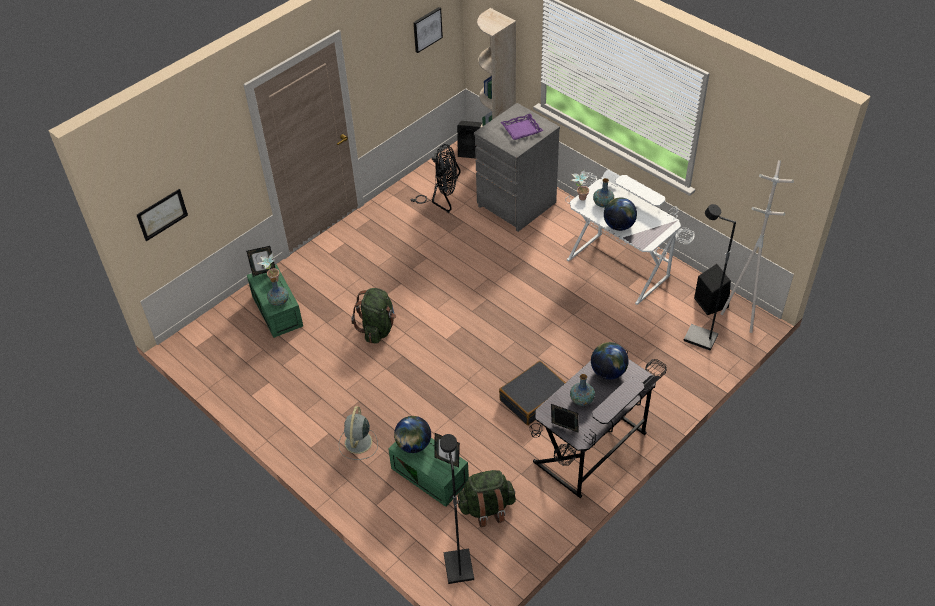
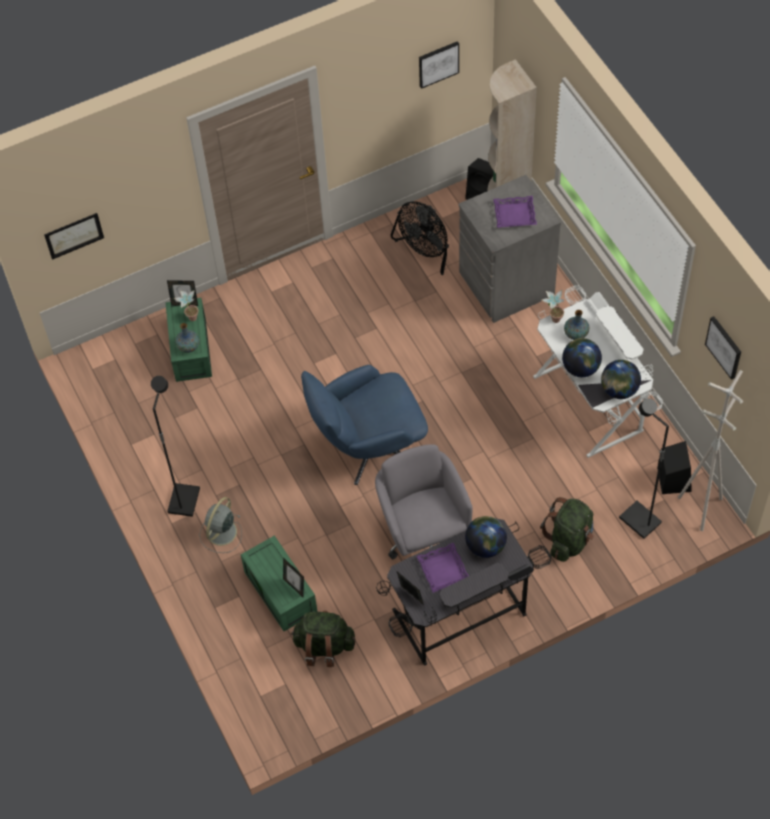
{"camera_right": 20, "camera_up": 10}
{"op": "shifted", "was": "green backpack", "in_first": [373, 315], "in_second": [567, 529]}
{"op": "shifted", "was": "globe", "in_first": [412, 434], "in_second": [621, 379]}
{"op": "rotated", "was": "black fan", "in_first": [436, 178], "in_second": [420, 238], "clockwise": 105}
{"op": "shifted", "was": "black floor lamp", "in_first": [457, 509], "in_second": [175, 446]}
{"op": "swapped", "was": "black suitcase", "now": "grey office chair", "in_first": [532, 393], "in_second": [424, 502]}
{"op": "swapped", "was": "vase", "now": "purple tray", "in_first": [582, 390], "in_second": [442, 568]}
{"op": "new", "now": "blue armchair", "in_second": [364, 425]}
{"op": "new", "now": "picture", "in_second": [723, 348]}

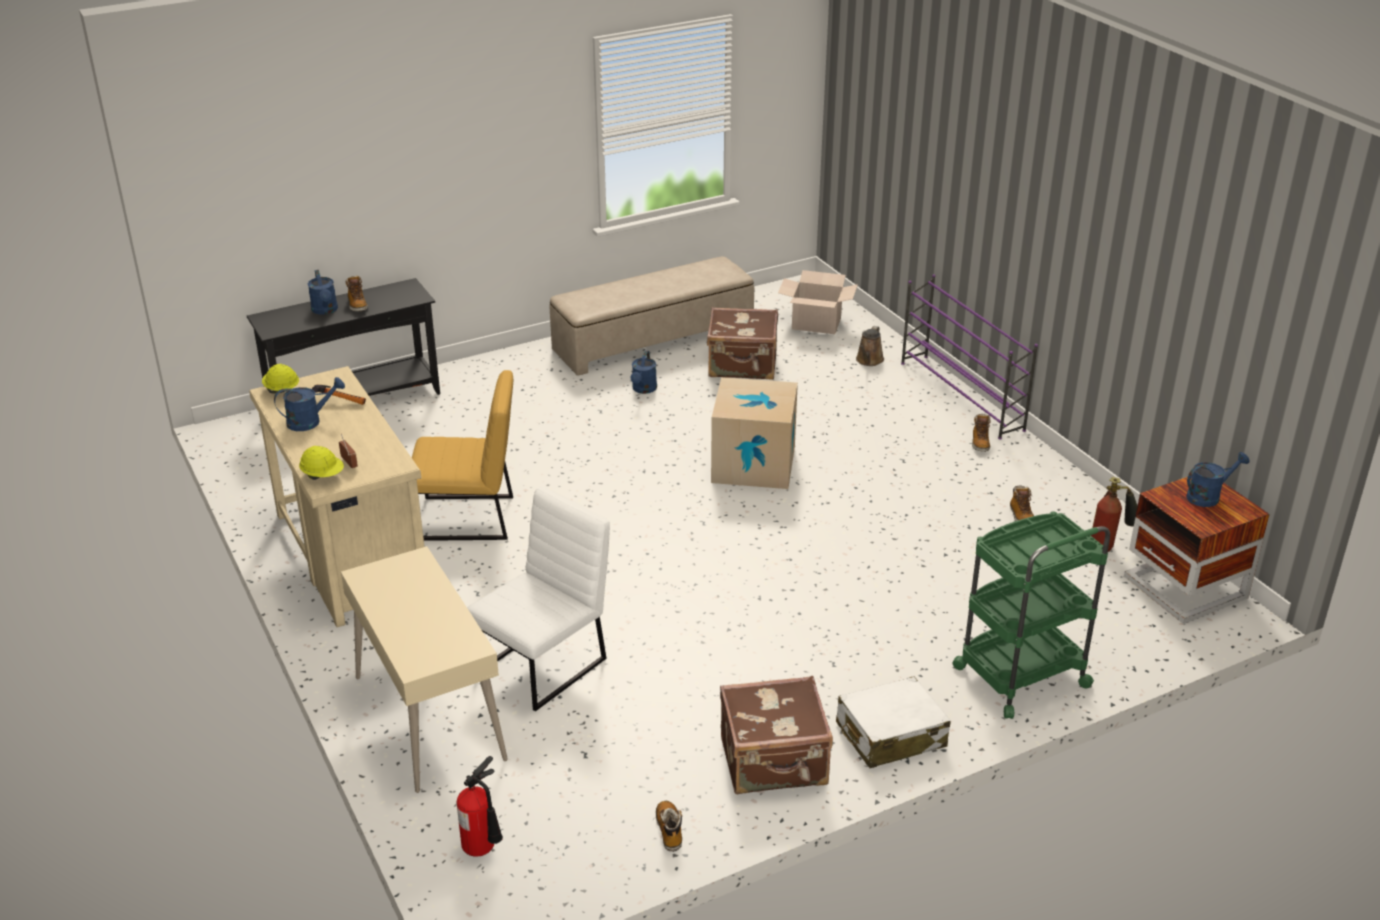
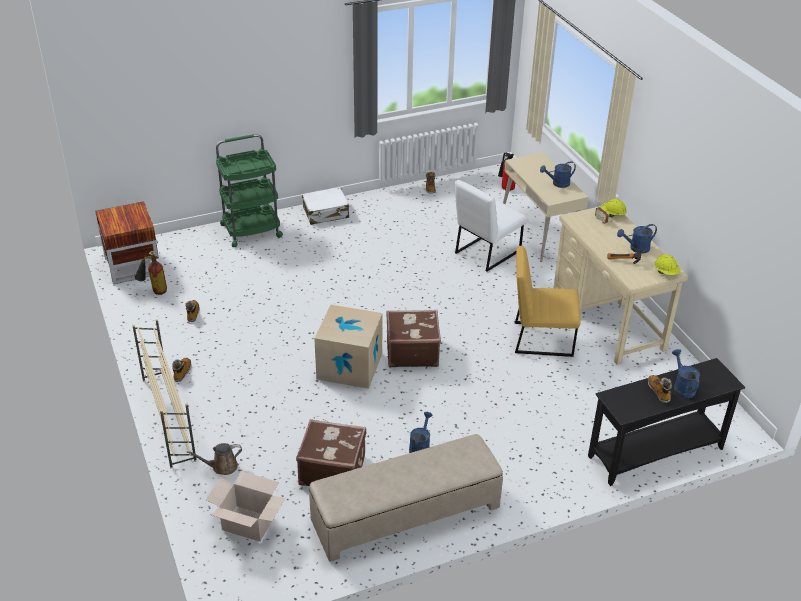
{"camera_right": -175, "camera_up": 5}
{"op": "shifted", "was": "brown suitcase", "in_first": [776, 735], "in_second": [413, 339]}
{"op": "rotated", "was": "brown watering can", "in_first": [870, 346], "in_second": [214, 459], "clockwise": -135}
{"op": "repainted", "was": "purple shoe rack", "now": "beige shoe rack", "in_first": [969, 357], "in_second": [164, 394]}
{"op": "shifted", "was": "blue watering can", "in_first": [1217, 479], "in_second": [558, 174]}

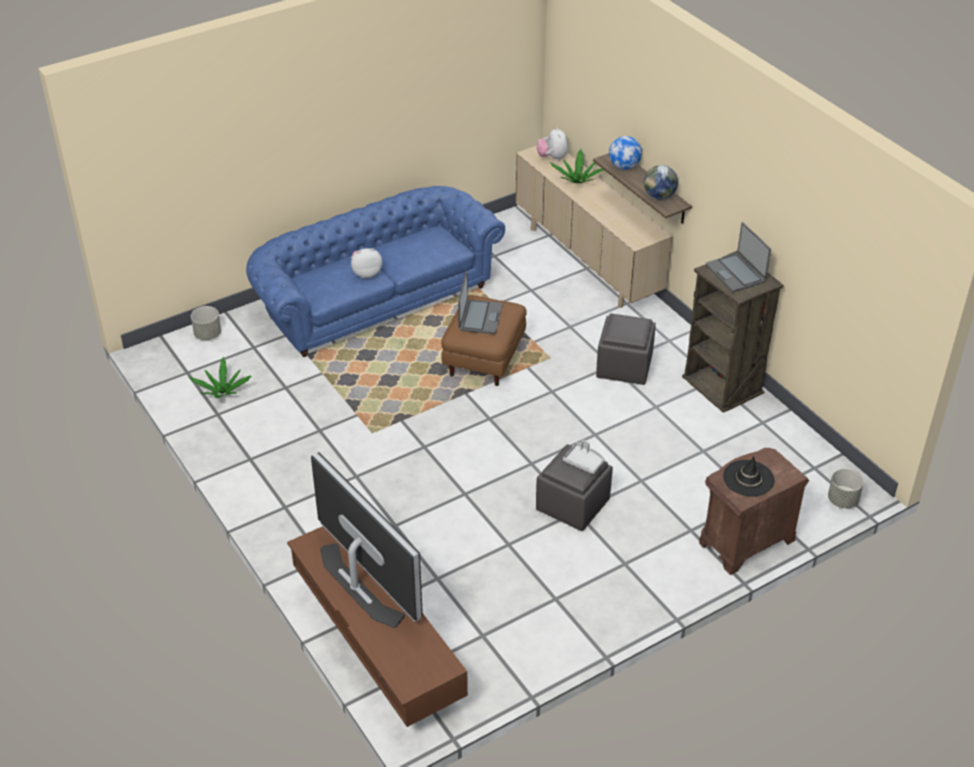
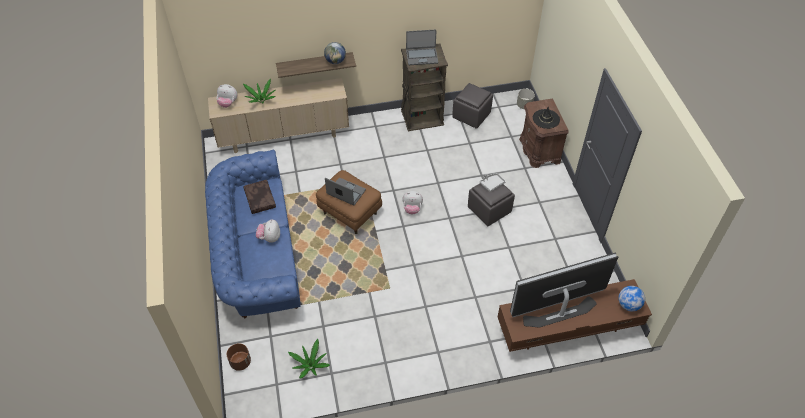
{"camera_right": -70, "camera_up": 10}
{"op": "repainted", "was": "grey planter", "now": "brown planter", "in_first": [206, 323], "in_second": [239, 357]}
{"op": "shifted", "was": "grey ottoman", "in_first": [626, 349], "in_second": [472, 106]}
{"op": "shifted", "was": "globe", "in_first": [625, 153], "in_second": [632, 298]}
{"op": "new", "now": "brown pillow", "in_second": [259, 197]}
{"op": "new", "now": "plush toy", "in_second": [412, 202]}

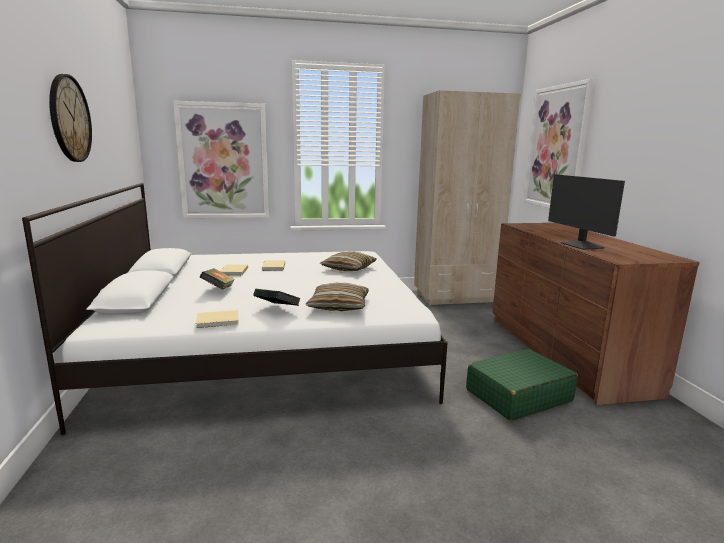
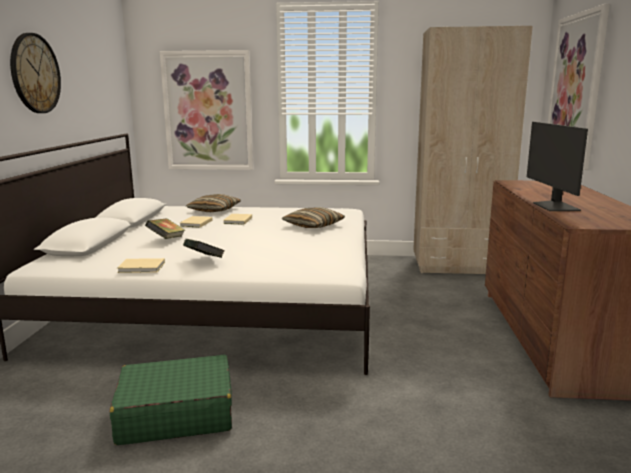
{"camera_right": 15, "camera_up": 0}
{"op": "shifted", "was": "pillow", "in_first": [337, 297], "in_second": [213, 203]}
{"op": "shifted", "was": "green suitcase", "in_first": [522, 385], "in_second": [171, 400]}

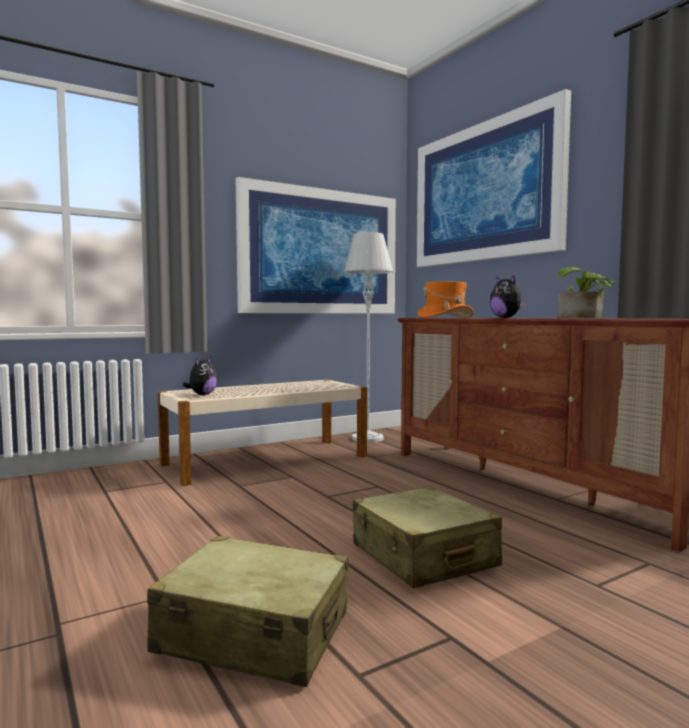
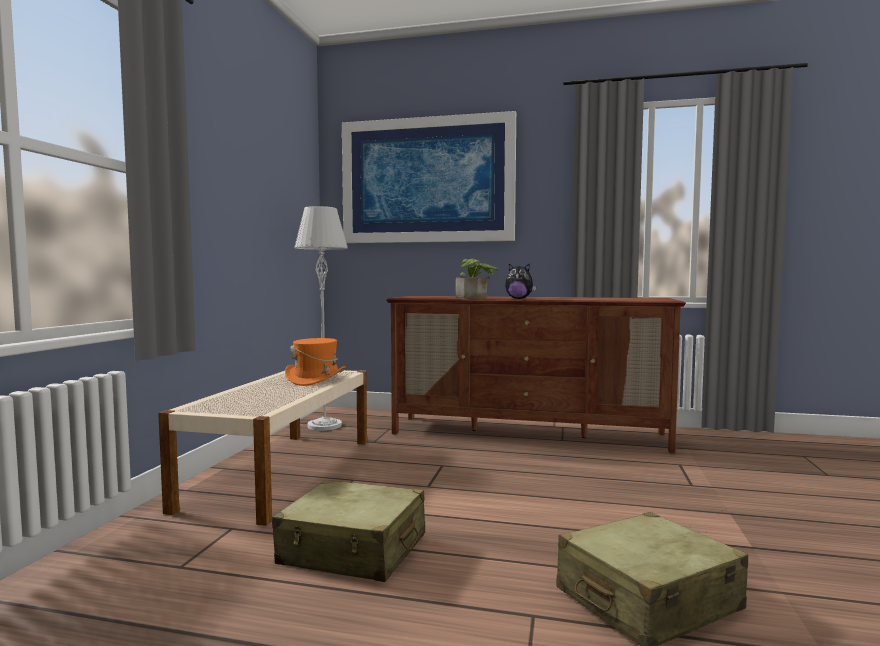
{"camera_right": -45, "camera_up": 0}
{"op": "gone", "was": "plush toy", "in_first": [200, 376]}
{"op": "gone", "was": "picture", "in_first": [316, 245]}
{"op": "shifted", "was": "beige suitcase", "in_first": [427, 537], "in_second": [348, 531]}
{"op": "shifted", "was": "orange hat", "in_first": [446, 300], "in_second": [315, 362]}
{"op": "shifted", "was": "potted plant", "in_first": [586, 292], "in_second": [477, 279]}

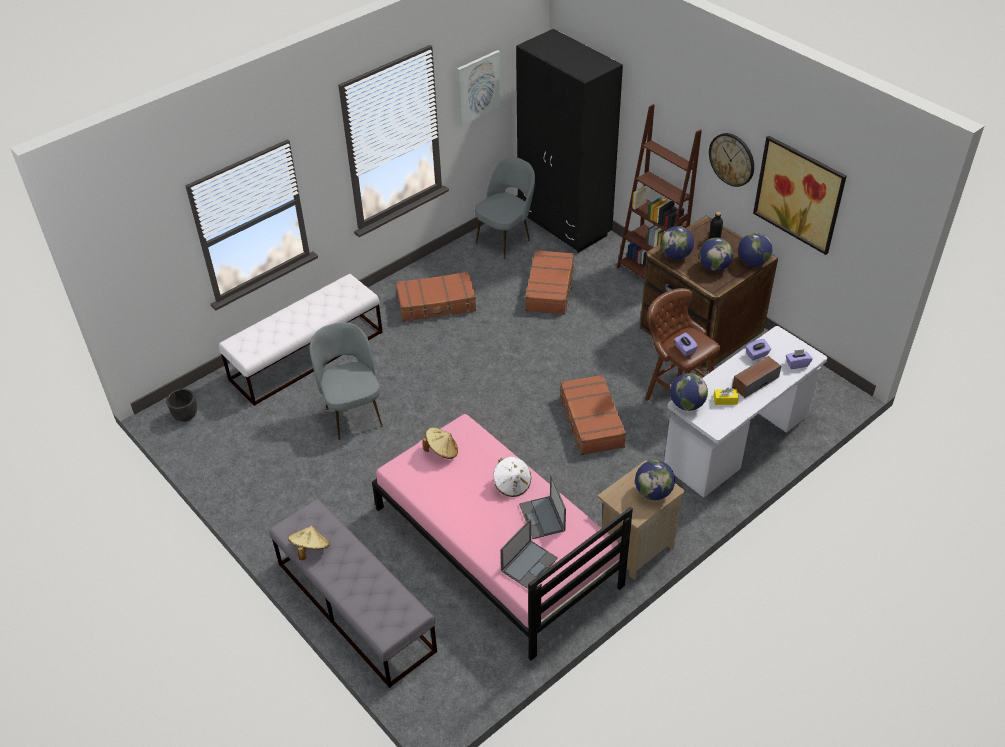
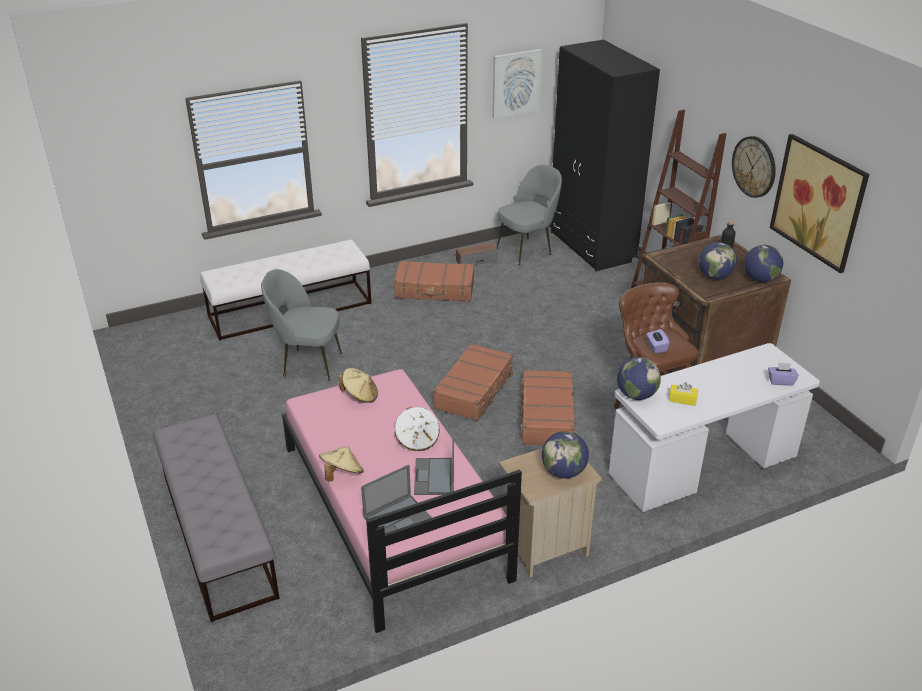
{"camera_right": 15, "camera_up": -10}
{"op": "gone", "was": "black planter", "in_first": [181, 405]}
{"op": "shifted", "was": "beige hat", "in_first": [309, 543], "in_second": [341, 463]}
{"op": "rotated", "was": "grey chair", "in_first": [346, 381], "in_second": [301, 325], "clockwise": -75}
{"op": "shifted", "was": "brown suitcase", "in_first": [550, 282], "in_second": [473, 382]}
{"op": "gone", "was": "globe", "in_first": [677, 243]}
{"op": "shifted", "was": "speaker", "in_first": [756, 377], "in_second": [476, 254]}
{"op": "gone", "was": "purple tissue box", "in_first": [758, 349]}

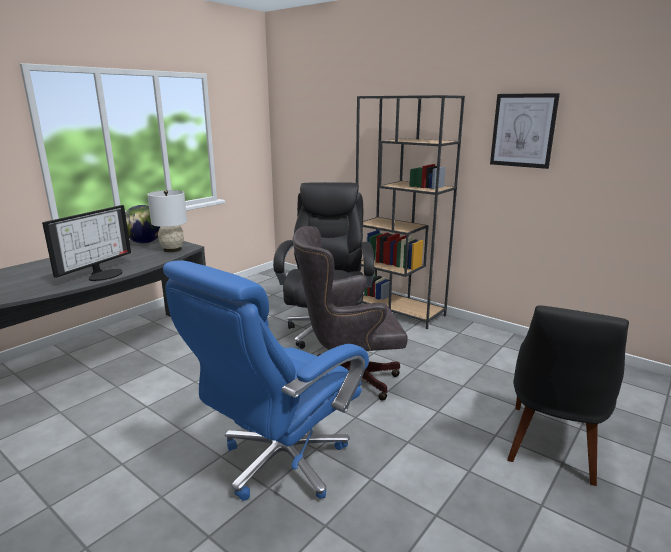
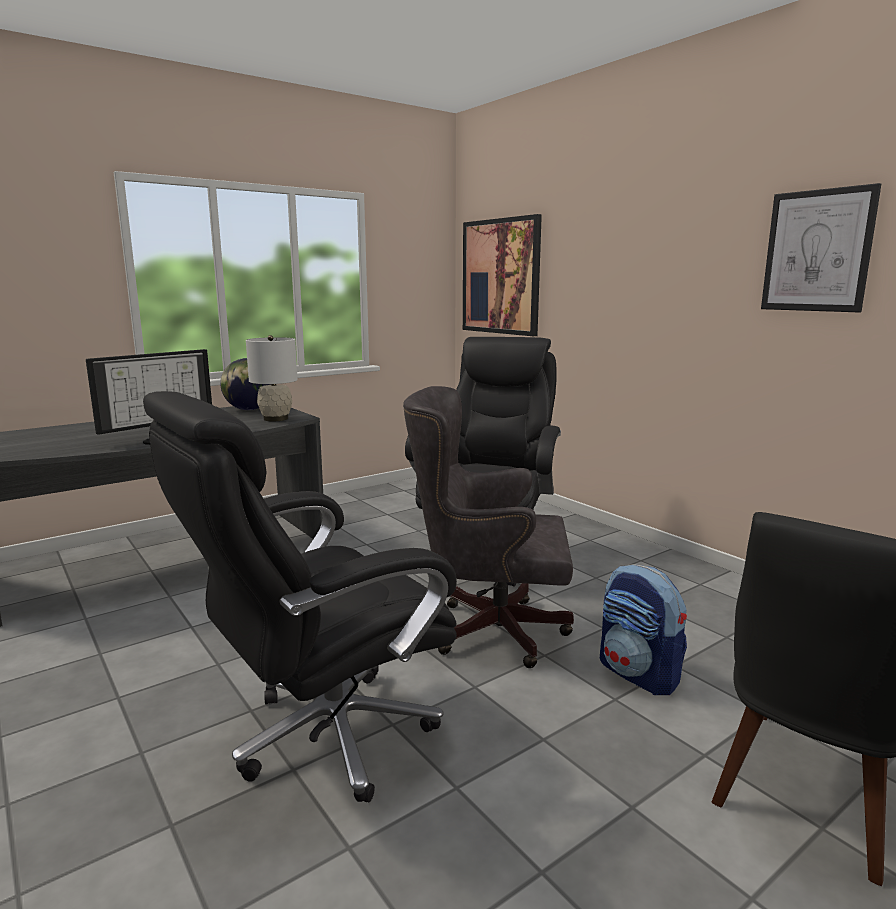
{"camera_right": 15, "camera_up": -5}
{"op": "repainted", "was": "blue office chair", "now": "black office chair", "in_first": [266, 380], "in_second": [300, 596]}
{"op": "gone", "was": "bookcase", "in_first": [410, 212]}
{"op": "new", "now": "picture", "in_second": [502, 275]}
{"op": "new", "now": "backpack", "in_second": [643, 629]}

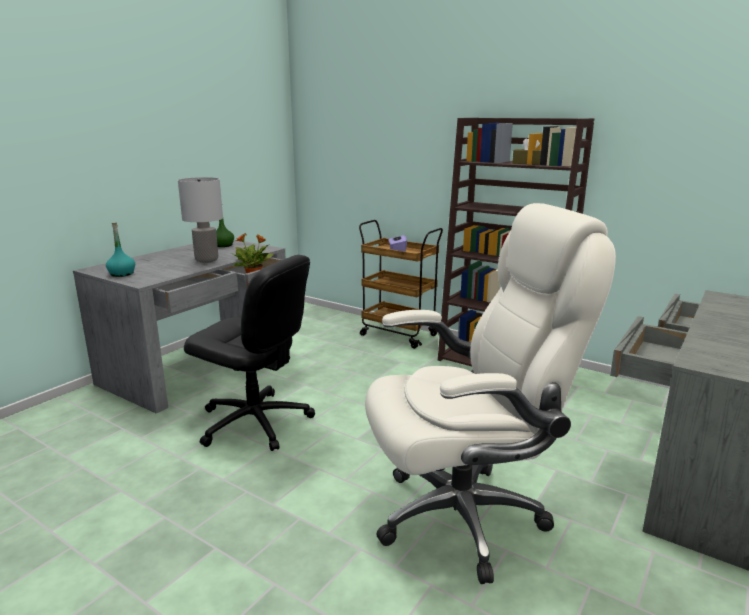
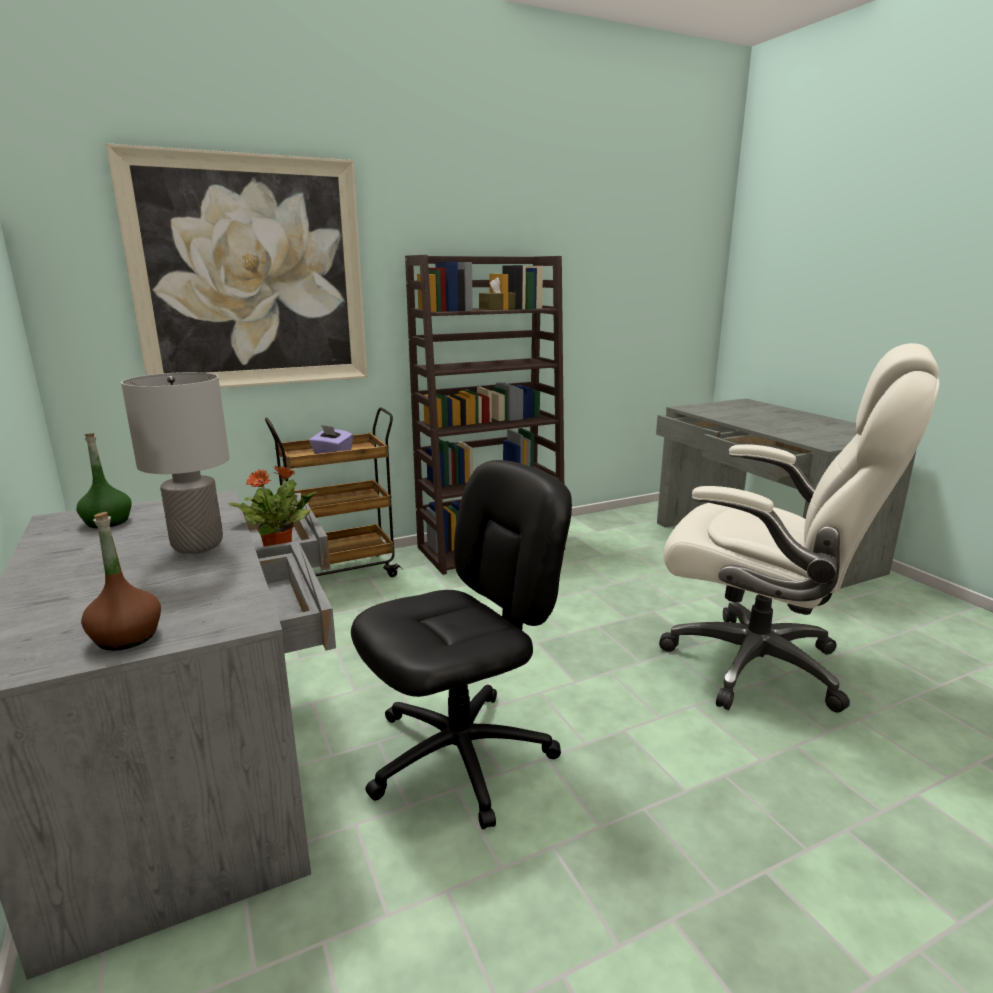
{"camera_right": -60, "camera_up": 0}
{"op": "repainted", "was": "turquoise bottle", "now": "brown bottle", "in_first": [120, 250], "in_second": [121, 581]}
{"op": "rotated", "was": "white office chair", "in_first": [490, 393], "in_second": [799, 528], "clockwise": 105}
{"op": "new", "now": "picture", "in_second": [237, 265]}

